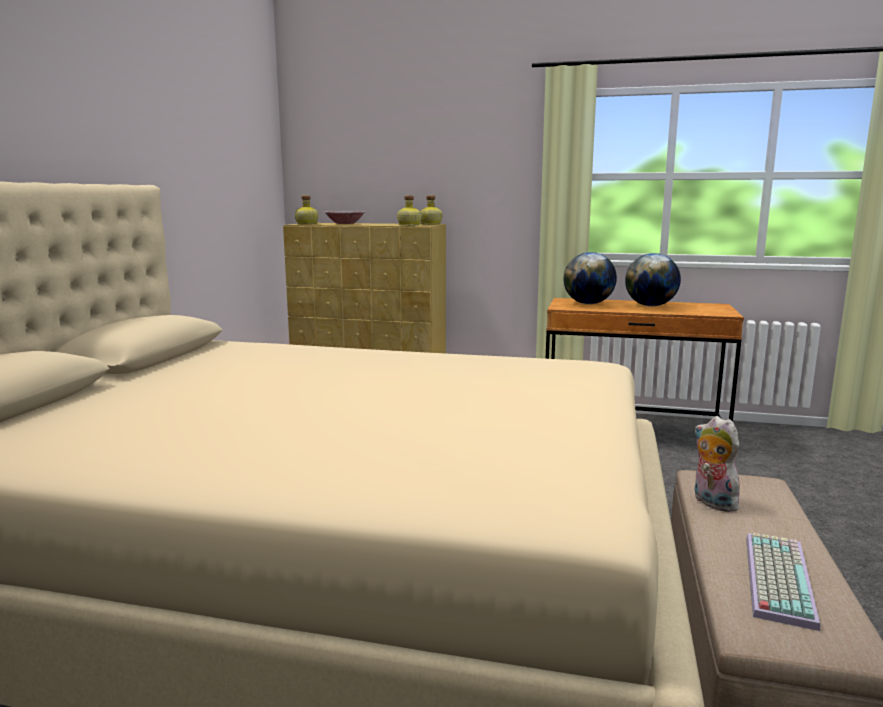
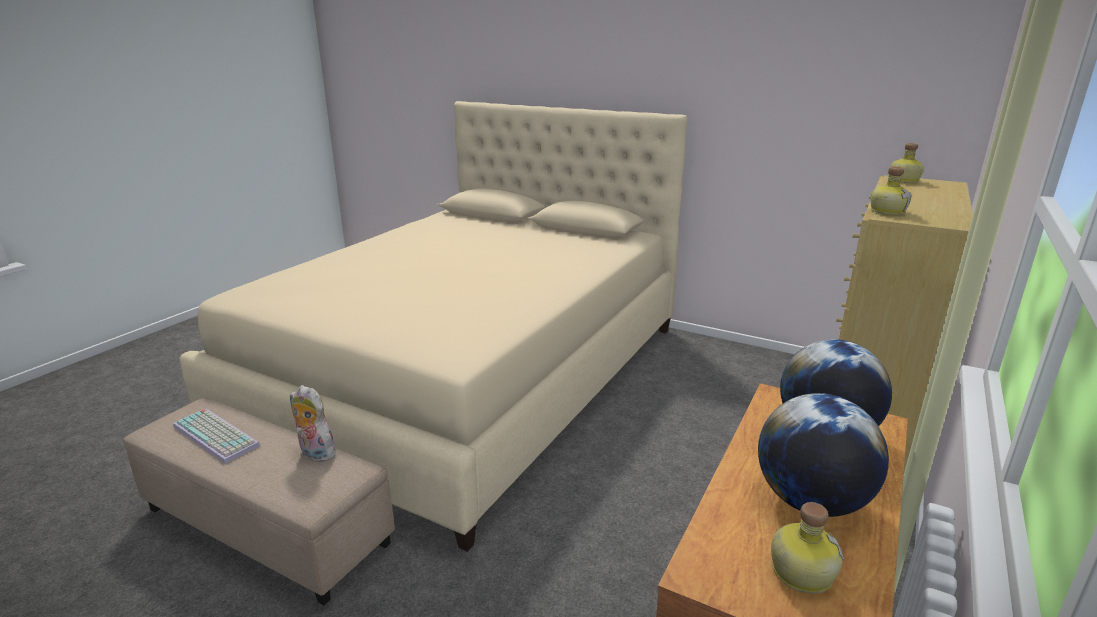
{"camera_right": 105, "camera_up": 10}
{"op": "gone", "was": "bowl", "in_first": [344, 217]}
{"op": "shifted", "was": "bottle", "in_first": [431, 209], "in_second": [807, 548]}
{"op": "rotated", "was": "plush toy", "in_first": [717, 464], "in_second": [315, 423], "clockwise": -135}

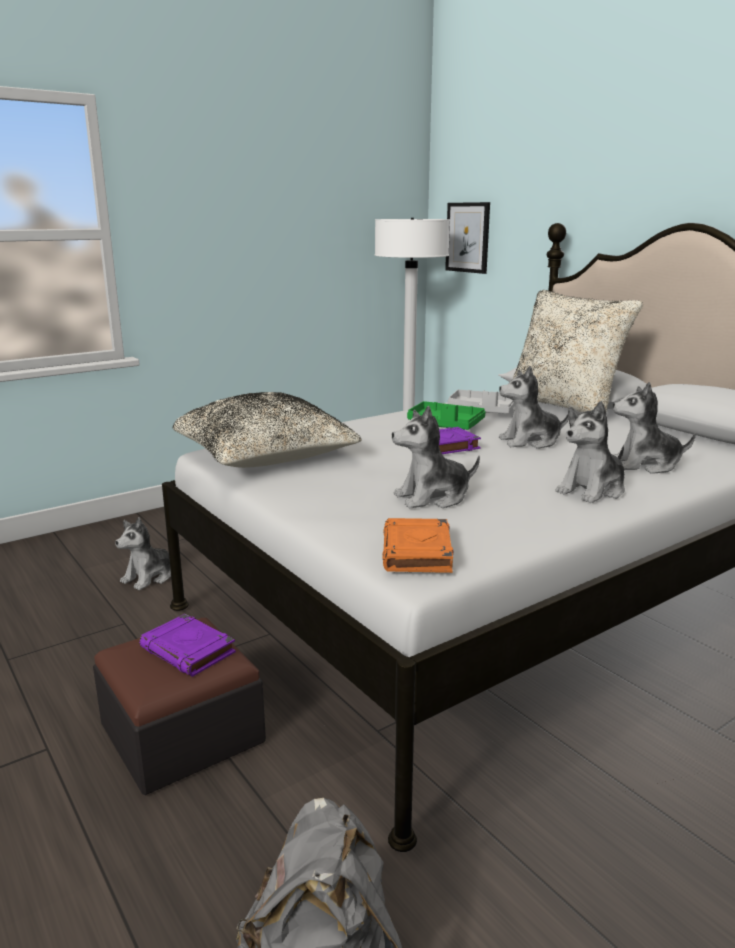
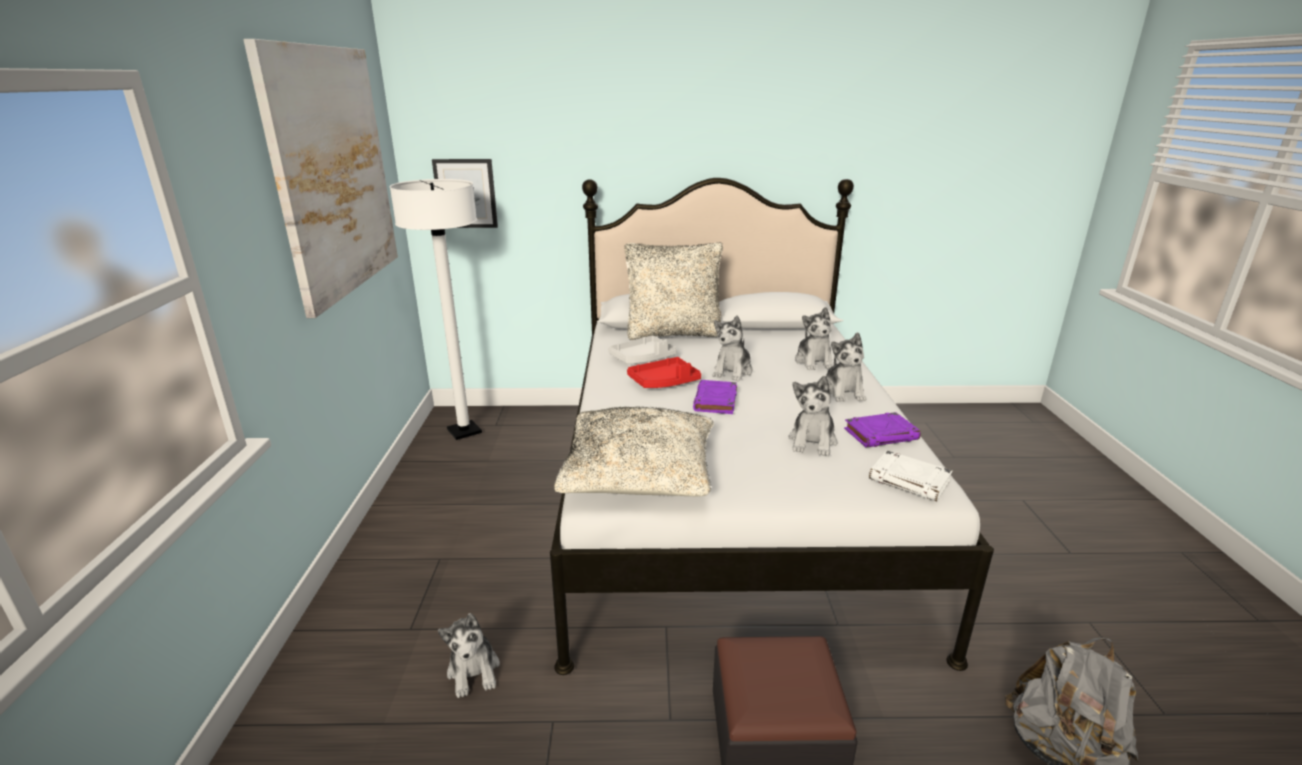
{"camera_right": -55, "camera_up": 5}
{"op": "shifted", "was": "purple book", "in_first": [187, 645], "in_second": [882, 429]}
{"op": "repainted", "was": "orange book", "now": "white book", "in_first": [418, 545], "in_second": [911, 475]}
{"op": "repainted", "was": "green tray", "now": "red tray", "in_first": [446, 415], "in_second": [664, 372]}
{"op": "rotated", "was": "plush toy", "in_first": [654, 428], "in_second": [814, 338], "clockwise": -45}
{"op": "new", "now": "picture", "in_second": [320, 178]}

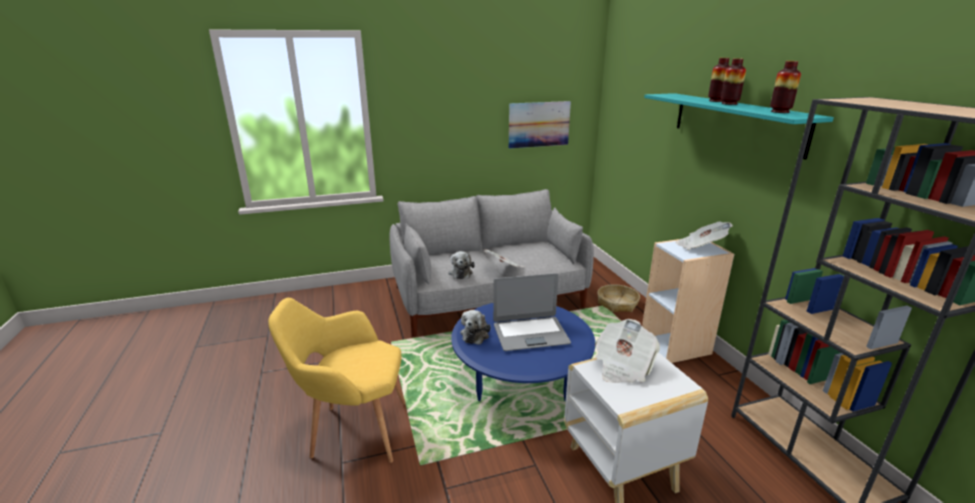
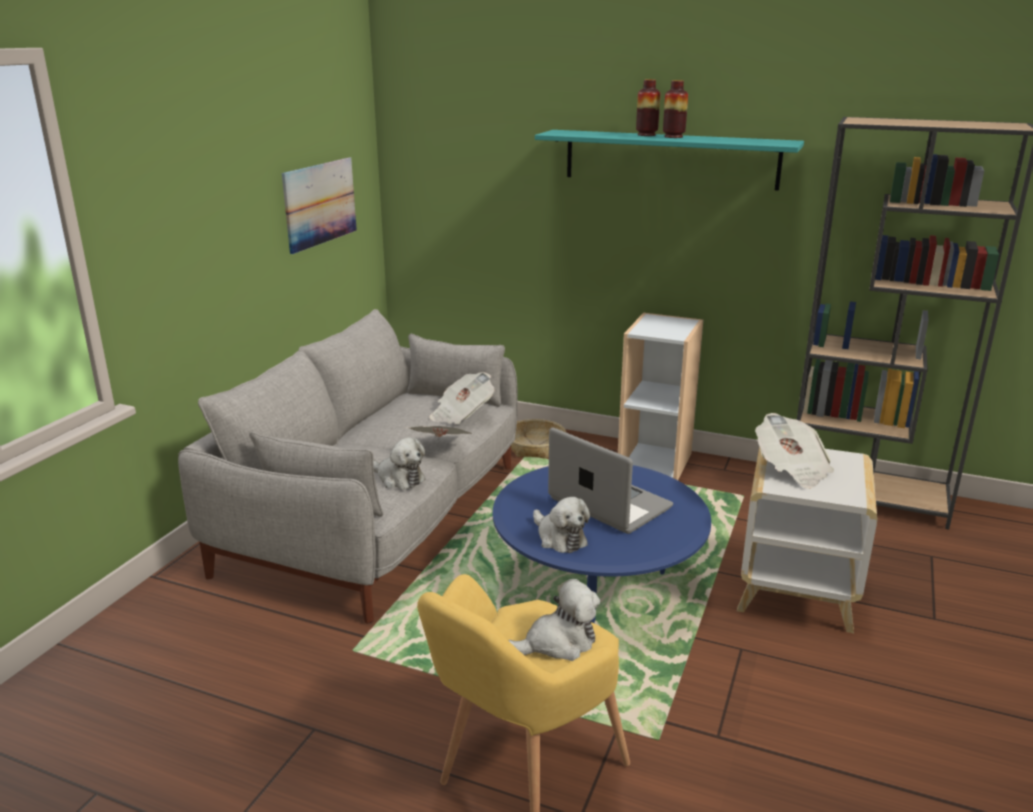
{"camera_right": -50, "camera_up": 0}
{"op": "rotated", "was": "laptop", "in_first": [532, 312], "in_second": [610, 480], "clockwise": -75}
{"op": "shifted", "was": "newspaper", "in_first": [704, 236], "in_second": [461, 398]}
{"op": "gone", "was": "vase", "in_first": [785, 87]}
{"op": "new", "now": "plush toy", "in_second": [554, 620]}

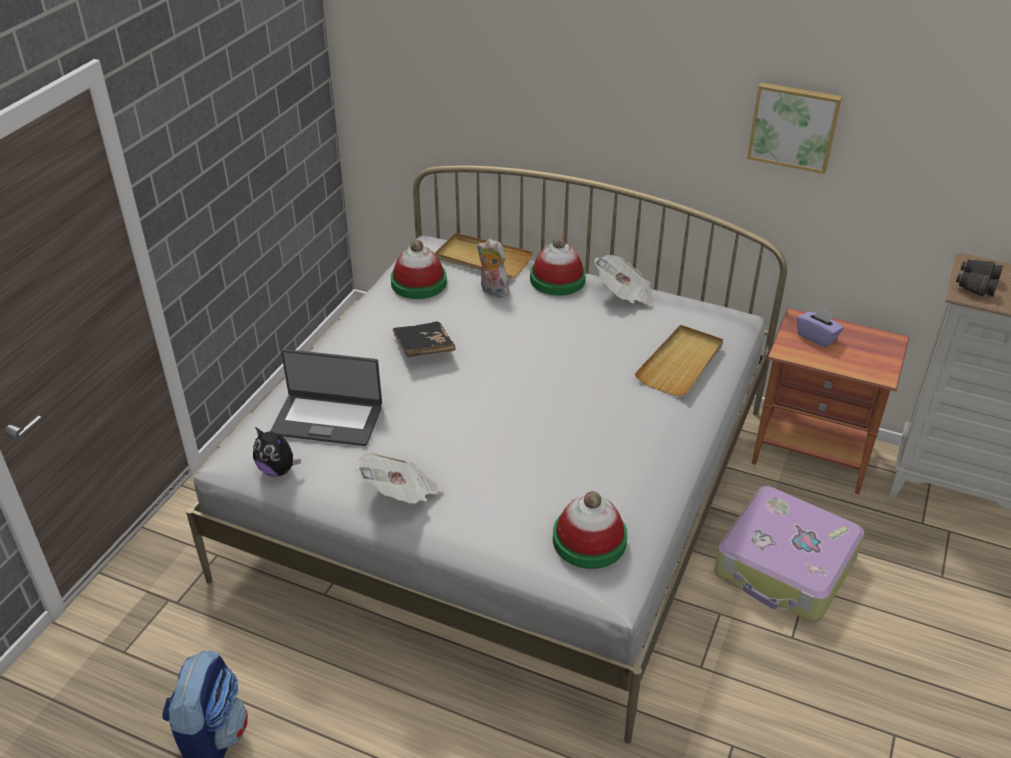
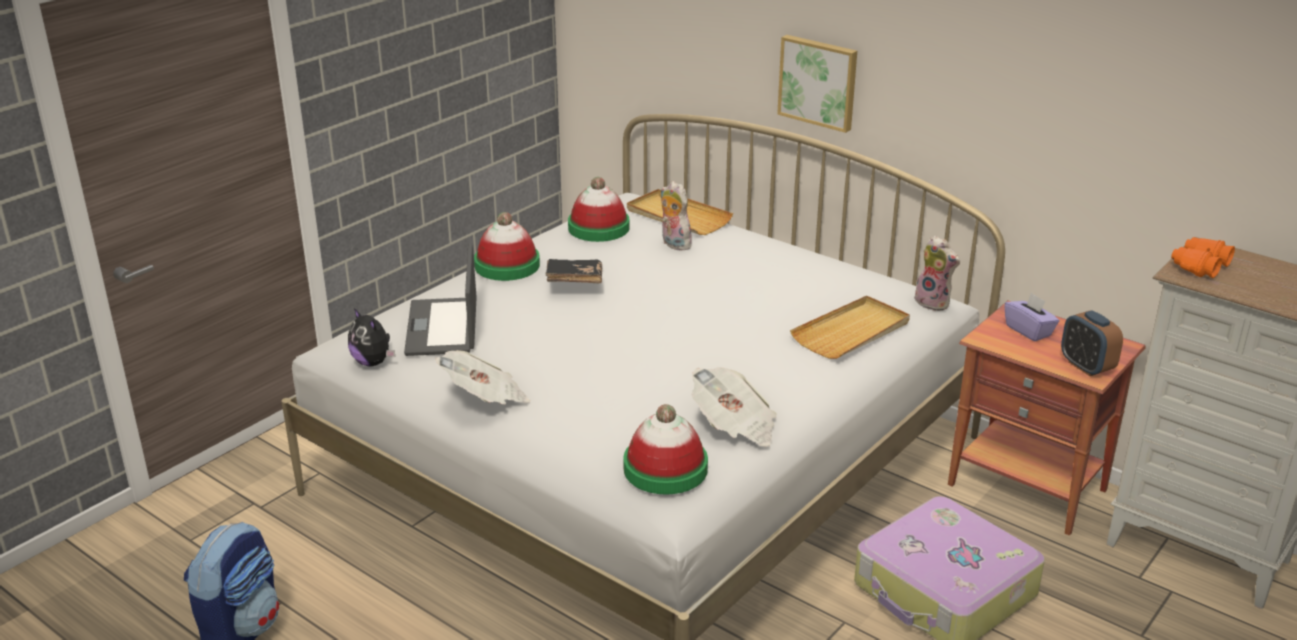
{"camera_right": 15, "camera_up": -10}
{"op": "rotated", "was": "laptop", "in_first": [326, 397], "in_second": [440, 299], "clockwise": 60}
{"op": "shifted", "was": "hat", "in_first": [558, 266], "in_second": [507, 246]}
{"op": "shifted", "was": "newspaper", "in_first": [624, 280], "in_second": [734, 407]}
{"op": "shifted", "was": "picture", "in_first": [794, 128], "in_second": [817, 84]}
{"op": "repainted", "was": "black binoculars", "now": "orange binoculars", "in_first": [979, 278], "in_second": [1203, 257]}
{"op": "new", "now": "plush toy", "in_second": [937, 273]}
{"op": "new", "now": "alarm clock", "in_second": [1092, 343]}

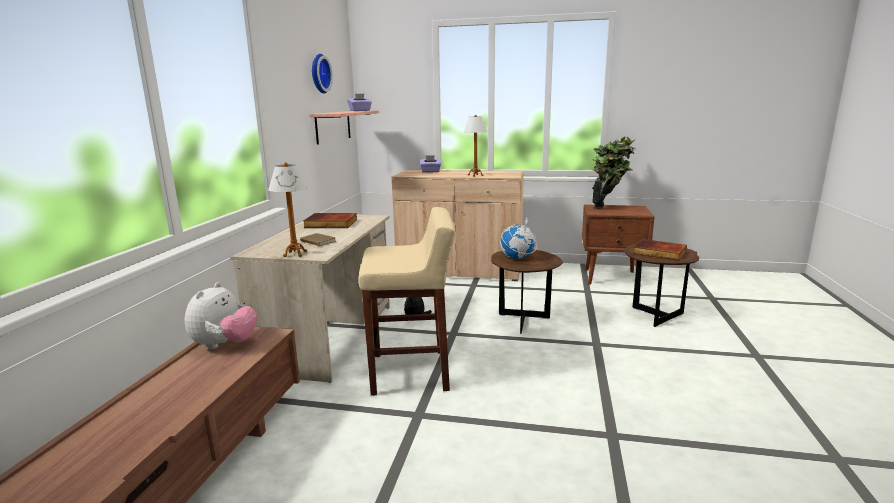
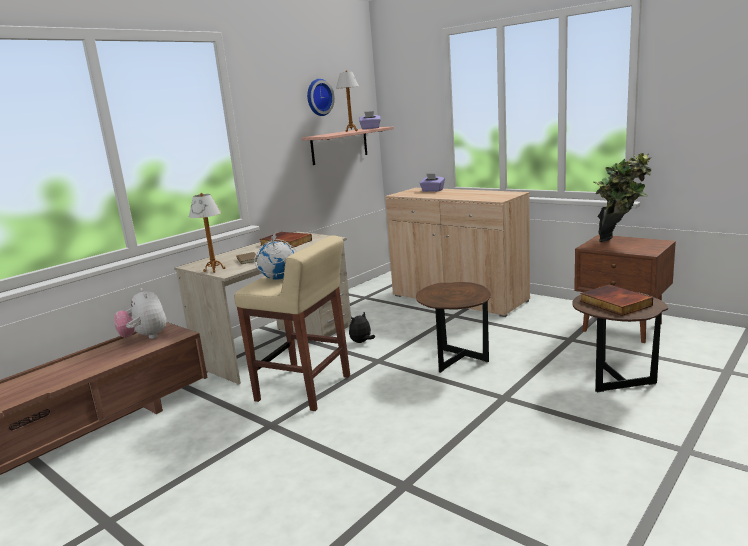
{"camera_right": 30, "camera_up": 0}
{"op": "rotated", "was": "plush toy", "in_first": [221, 316], "in_second": [140, 313], "clockwise": 105}
{"op": "shifted", "was": "table lamp", "in_first": [475, 146], "in_second": [347, 101]}
{"op": "shifted", "was": "globe", "in_first": [518, 238], "in_second": [275, 256]}

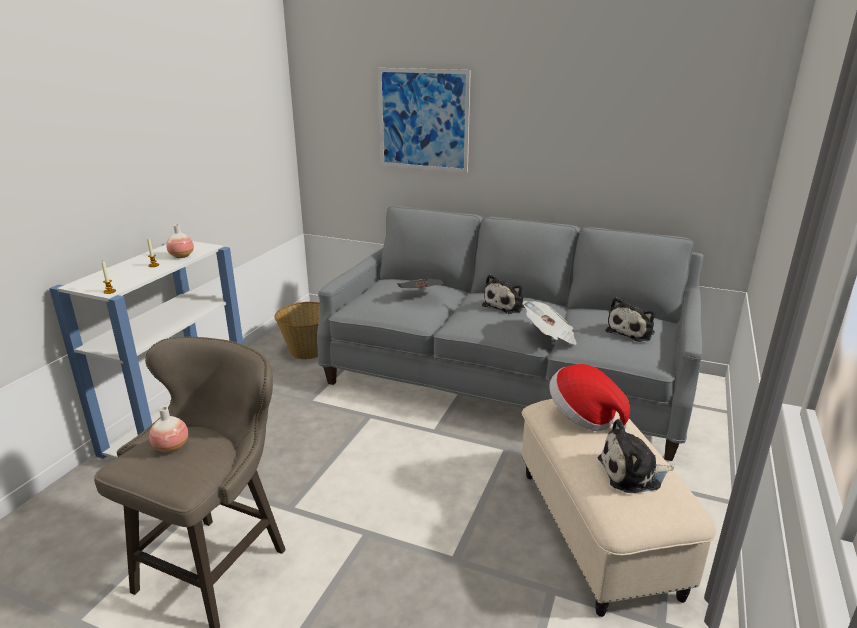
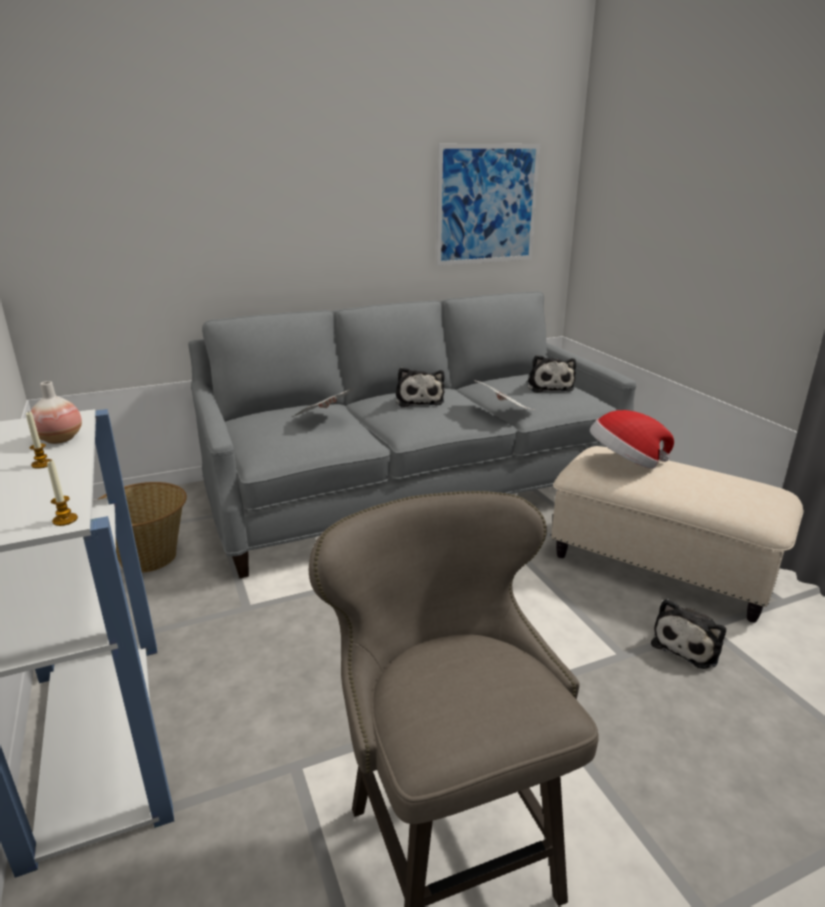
{"camera_right": -45, "camera_up": 0}
{"op": "gone", "was": "vase", "in_first": [168, 430]}
{"op": "shifted", "was": "picture", "in_first": [424, 120], "in_second": [488, 205]}
{"op": "shifted", "was": "plush toy", "in_first": [636, 456], "in_second": [688, 634]}

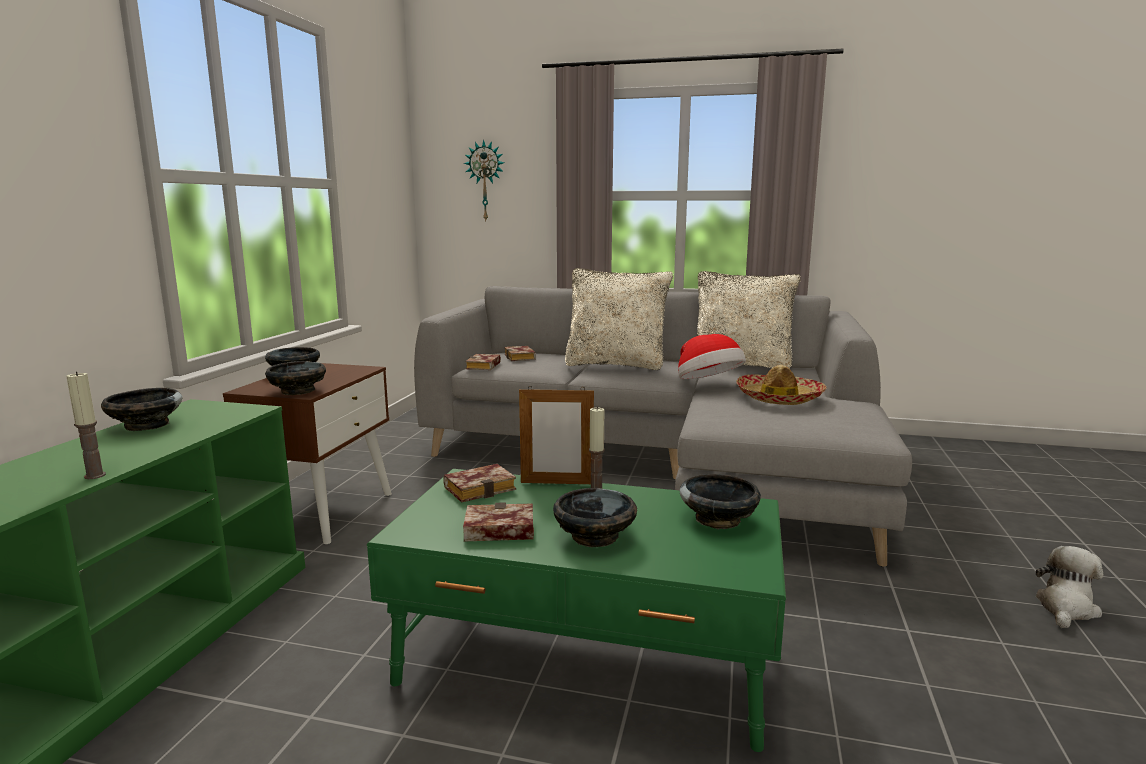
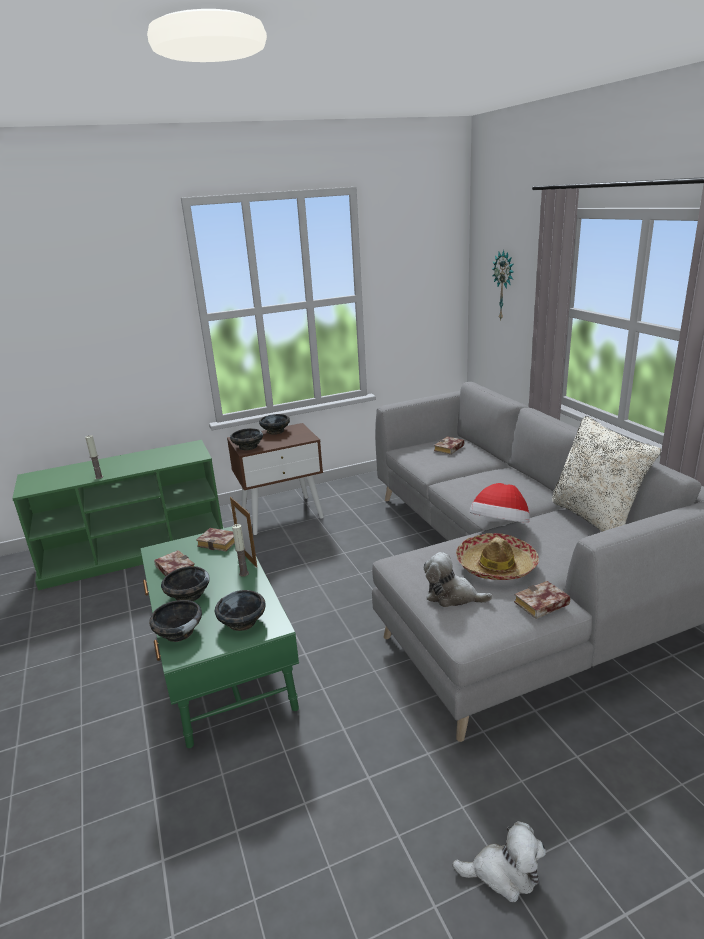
{"camera_right": 55, "camera_up": 10}
{"op": "shifted", "was": "black bowl", "in_first": [142, 409], "in_second": [175, 621]}
{"op": "shifted", "was": "book", "in_first": [483, 362], "in_second": [542, 600]}
{"op": "gone", "was": "beige pillow", "in_first": [619, 319]}
{"op": "new", "now": "plush toy", "in_second": [458, 579]}

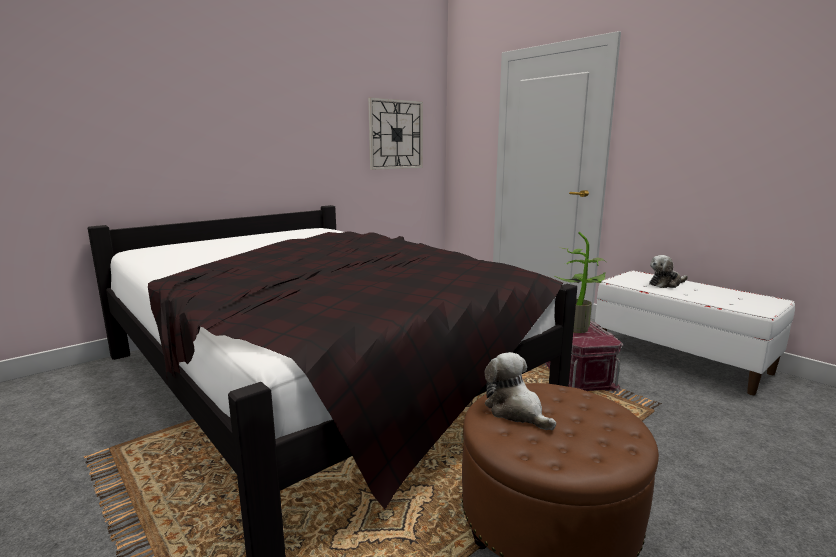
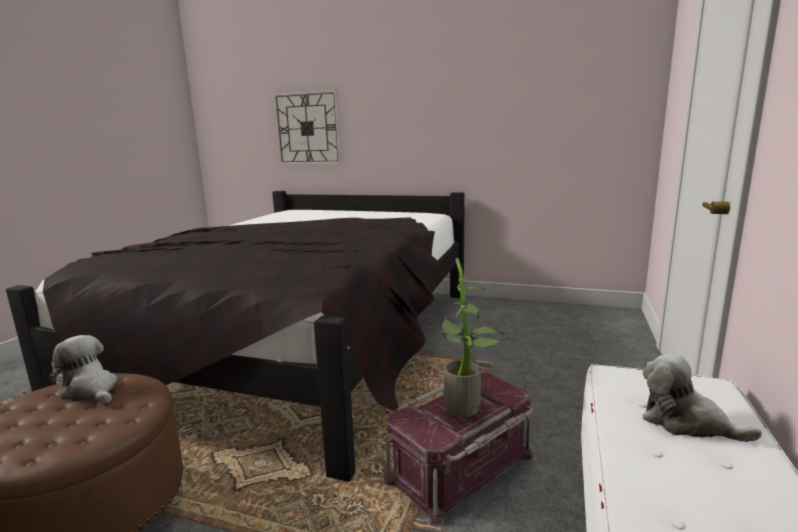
{"camera_right": 60, "camera_up": 0}
{"op": "shifted", "was": "wall clock", "in_first": [395, 133], "in_second": [307, 127]}
{"op": "rotated", "was": "plush toy", "in_first": [520, 391], "in_second": [83, 369], "clockwise": -75}

